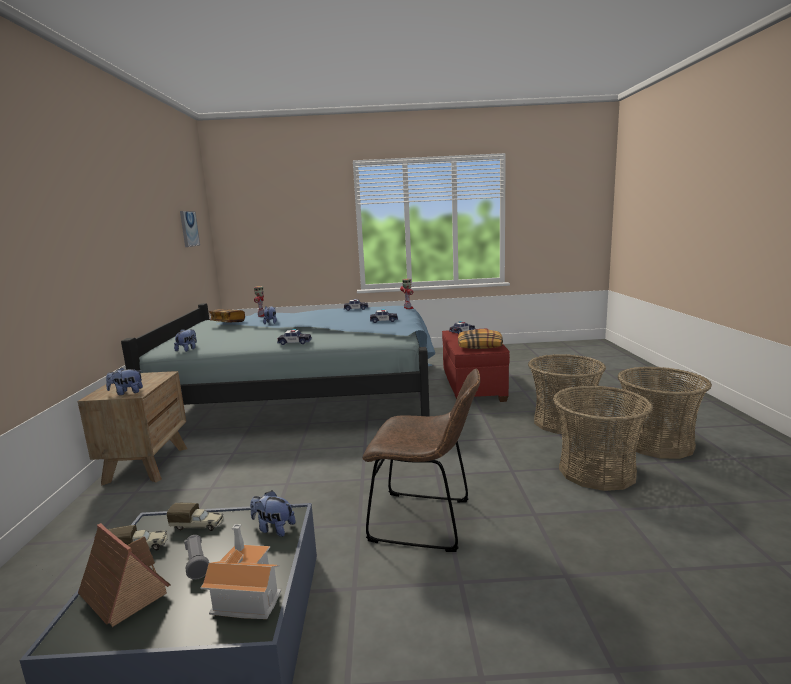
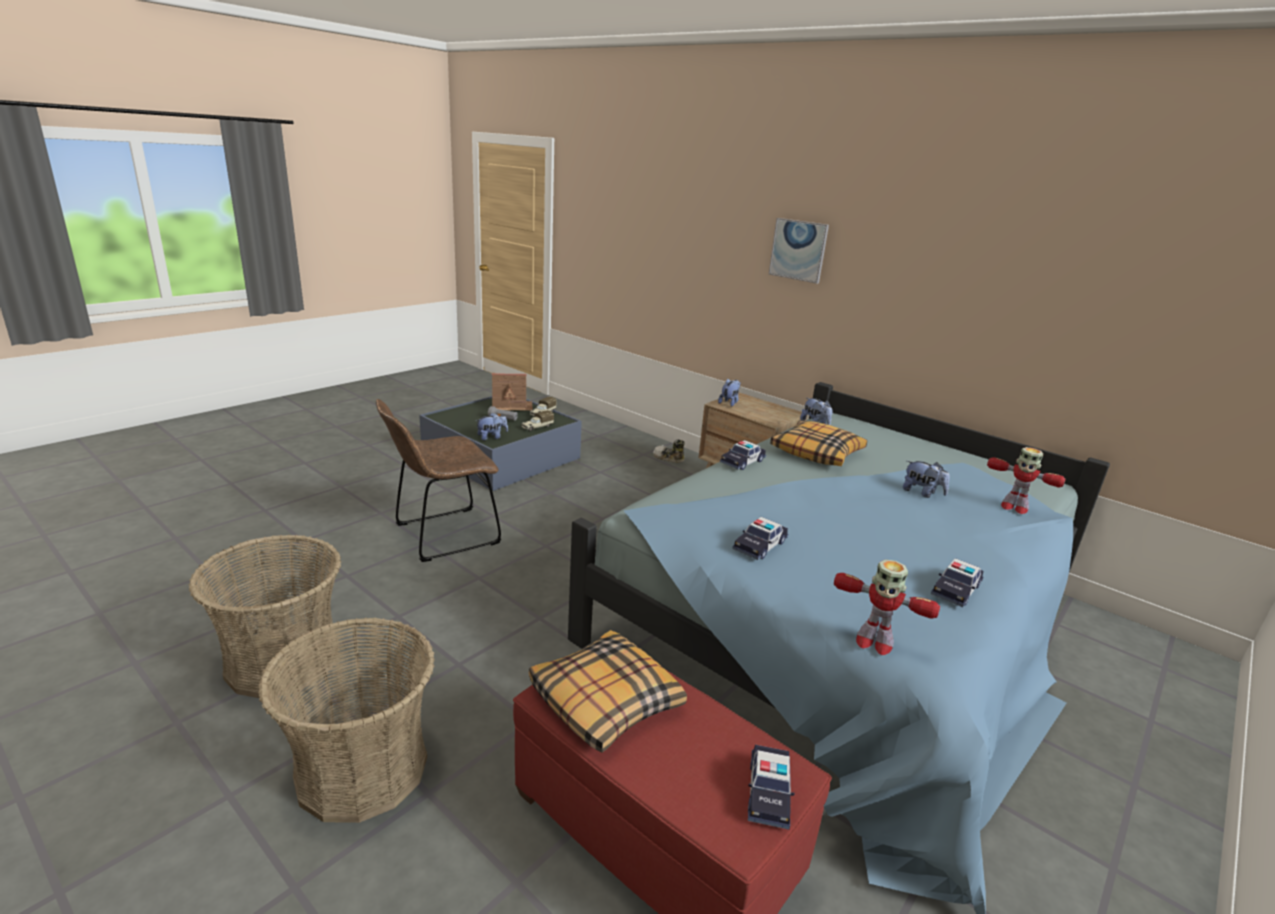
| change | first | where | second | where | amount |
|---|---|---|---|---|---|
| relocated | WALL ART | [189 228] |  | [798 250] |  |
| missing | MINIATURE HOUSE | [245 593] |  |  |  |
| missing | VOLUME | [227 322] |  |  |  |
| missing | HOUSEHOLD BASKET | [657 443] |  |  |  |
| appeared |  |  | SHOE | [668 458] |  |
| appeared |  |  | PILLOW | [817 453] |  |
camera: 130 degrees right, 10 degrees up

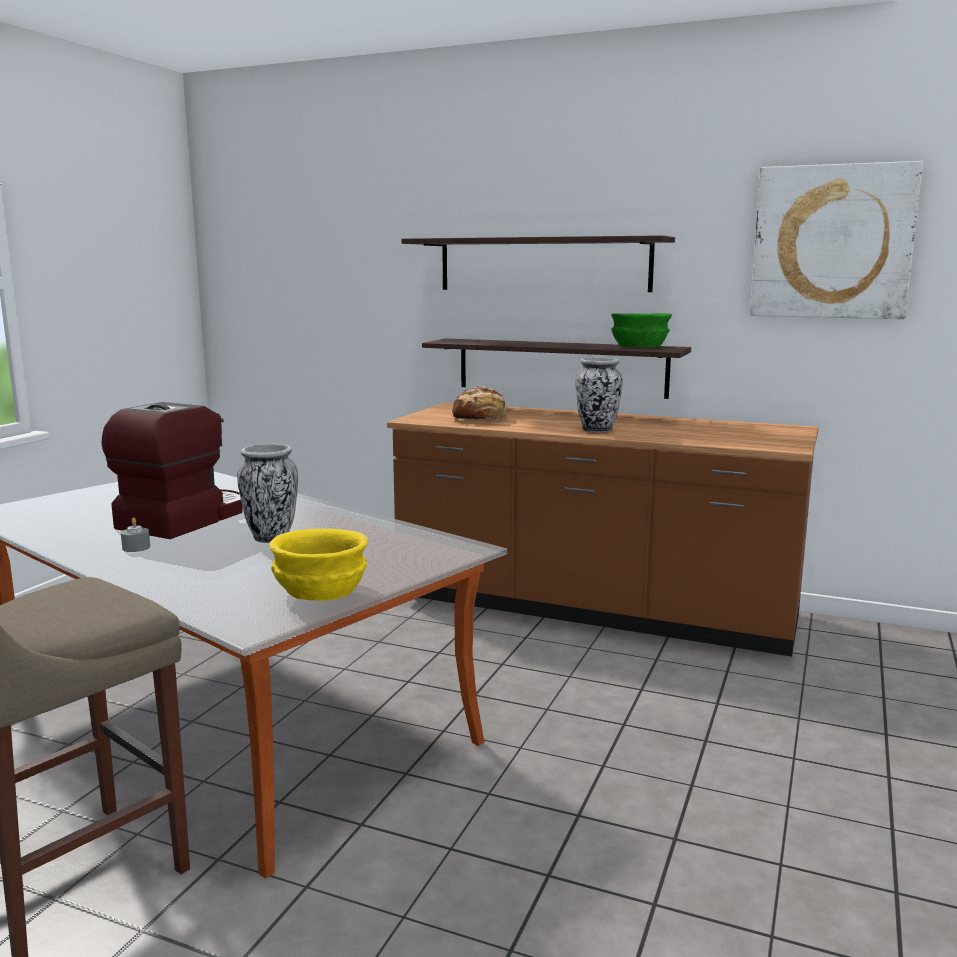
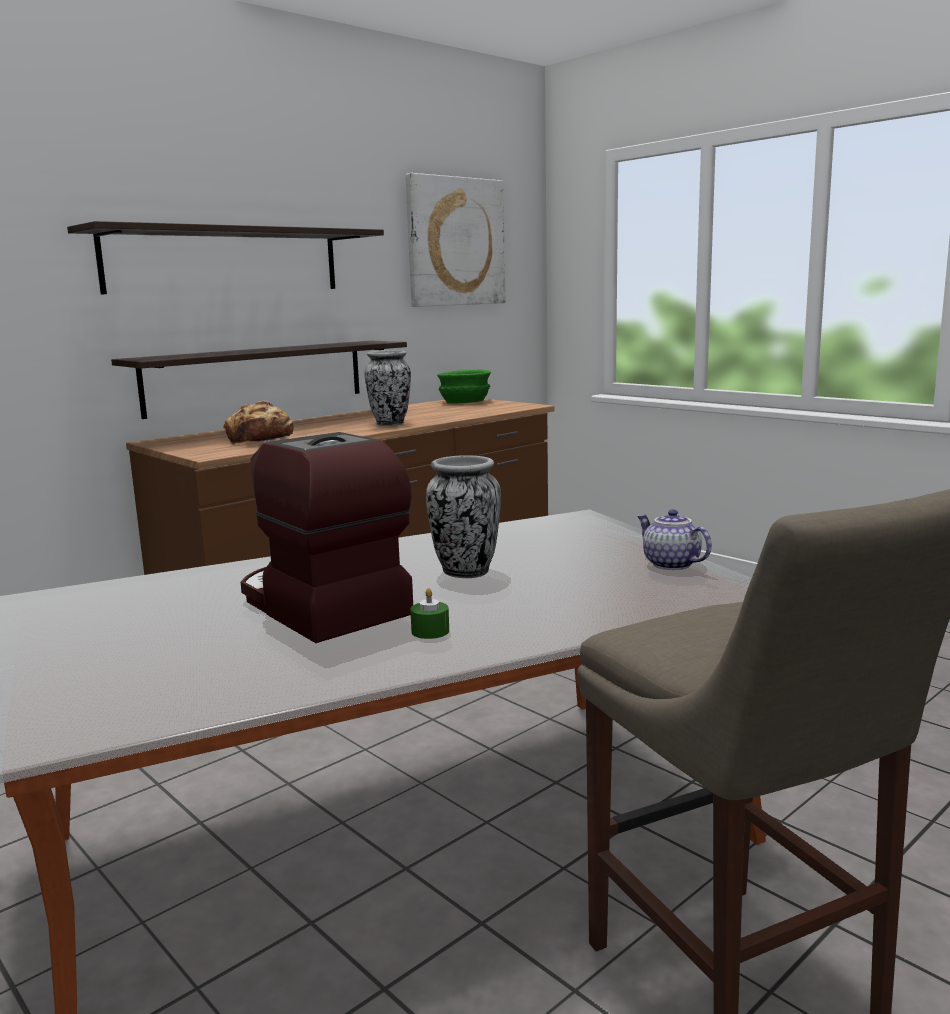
| change | first | where | second | where | amount |
|---|---|---|---|---|---|
| colour | GRAY CANDLE | [136 547] | GREEN-COLOURED CANDLE | [430 631] |  |
| exchanged | YELLOW-COLOURED SERVING BOWL | [319 591] | POT FOR TEA | [670 564] |  |
| relocated | GREEN-COLOURED SERVING BOWL | [638 347] |  | [464 402] |  |
camera: 65 degrees left, 0 degrees up

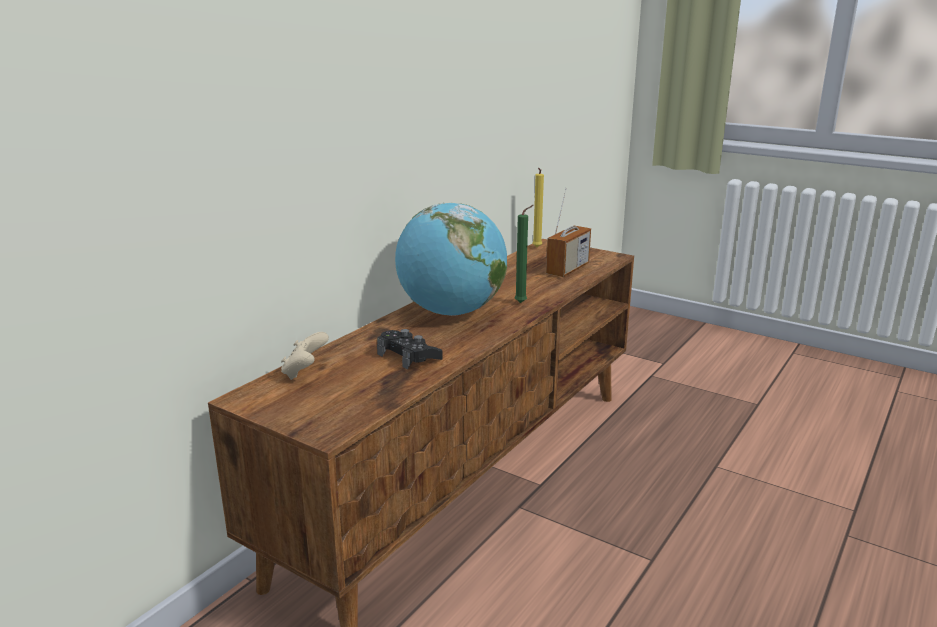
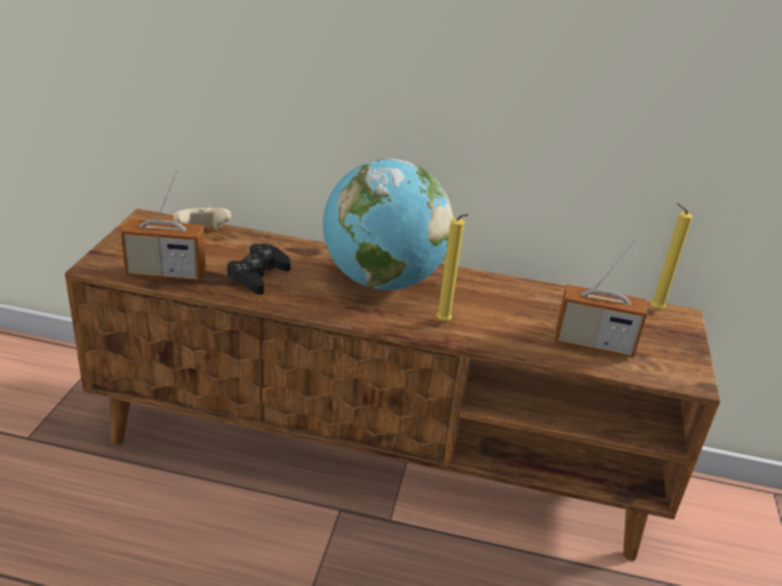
| change | first | where | second | where | amount |
|---|---|---|---|---|---|
| colour | GREEN-COLOURED CANDLE | [522 303] | YELLOW-COLOURED CANDLE | [444 323] |  |
| appeared |  |  | RADIO | [166 273] |  |
camera: 65 degrees right, 10 degrees up

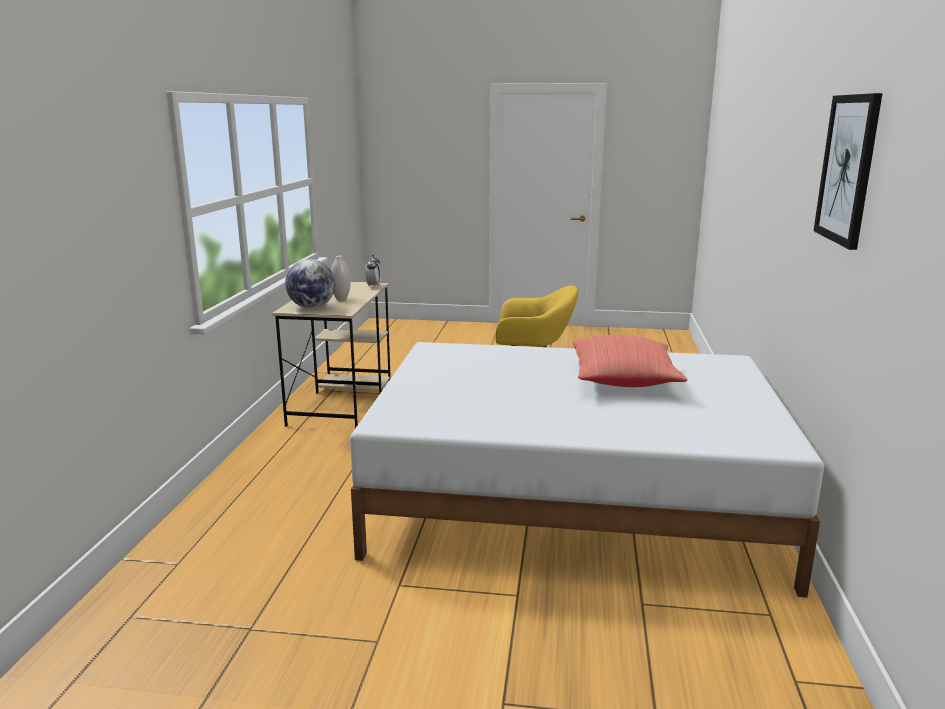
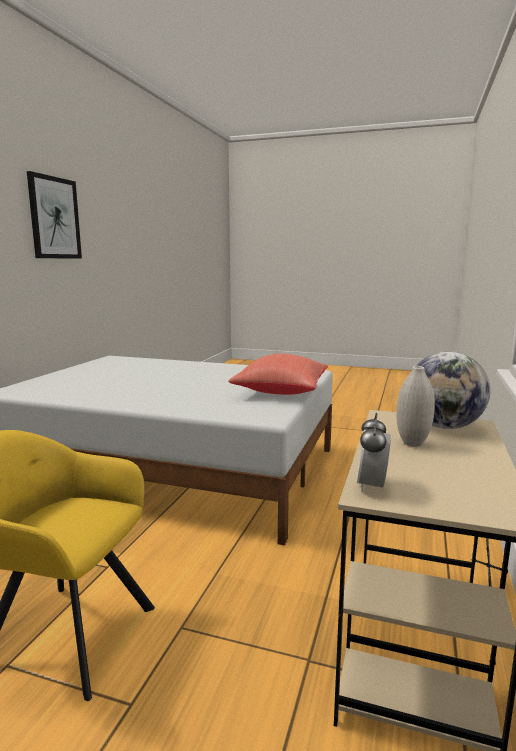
| change | first | where | second | where | amount |
|---|---|---|---|---|---|
| relocated | RED PILLOW | [624 381] |  | [280 392] |  |
camera: 170 degrees left, 5 degrees down

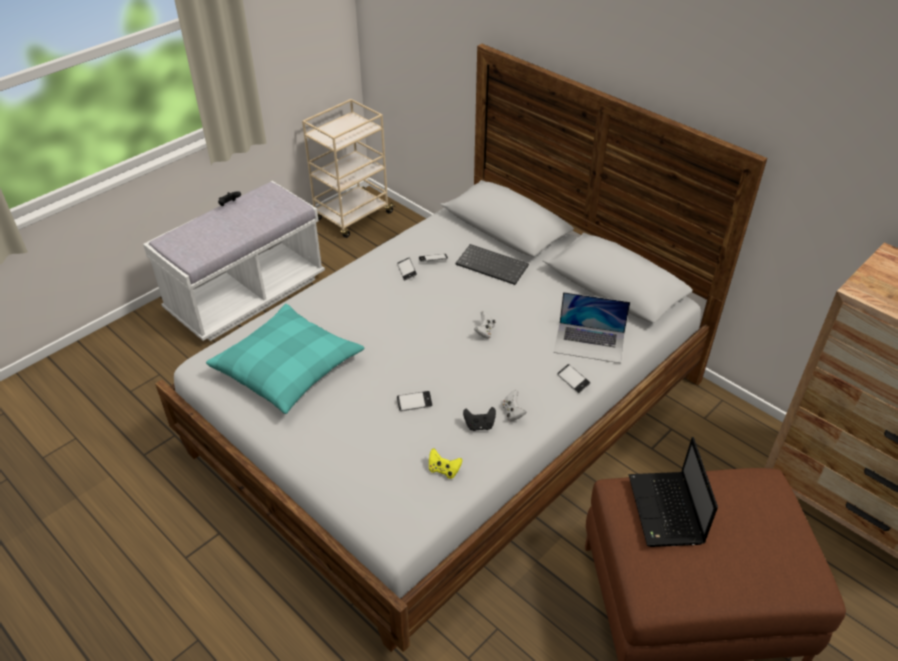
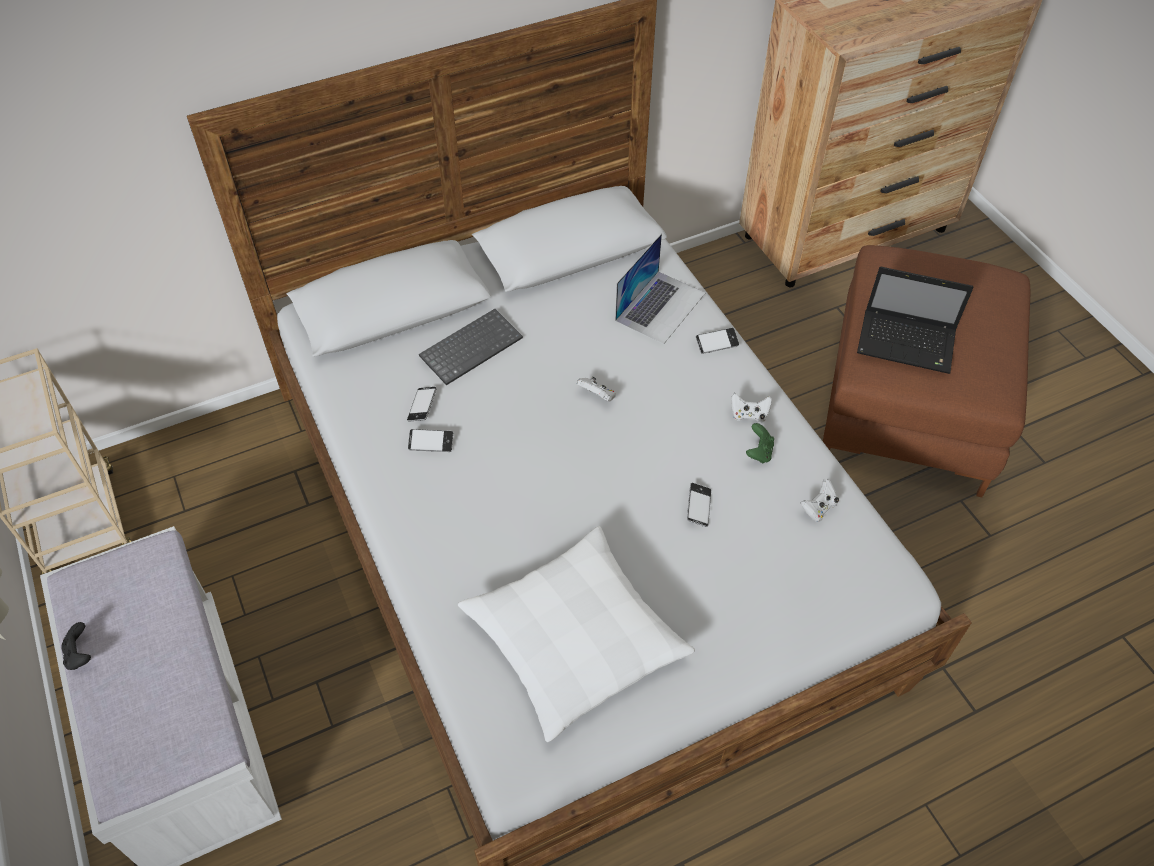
| change | first | where | second | where | amount |
|---|---|---|---|---|---|
| colour | TURQUOISE PILLOW | [288 367] | WHITISH PILLOW | [574 639] |  |
| colour | YELLOW-COLOURED JOYPAD | [444 470] | WHITISH JOYPAD | [818 508] |  |
| colour | BLACK-COLOURED JOYPAD | [479 425] | GREEN-COLOURED JOYPAD | [759 452] |  |
camera: 70 degrees left, 10 degrees up

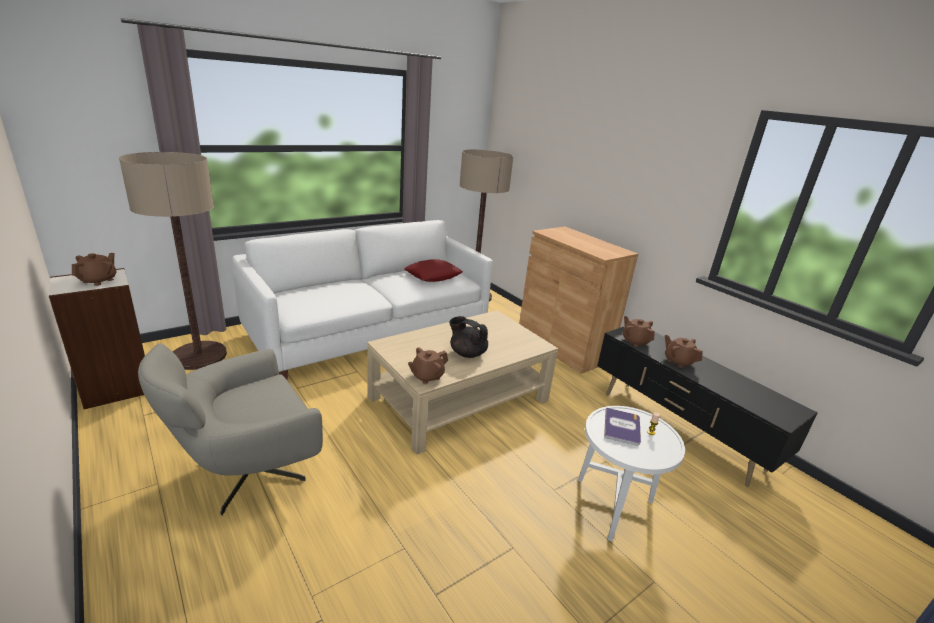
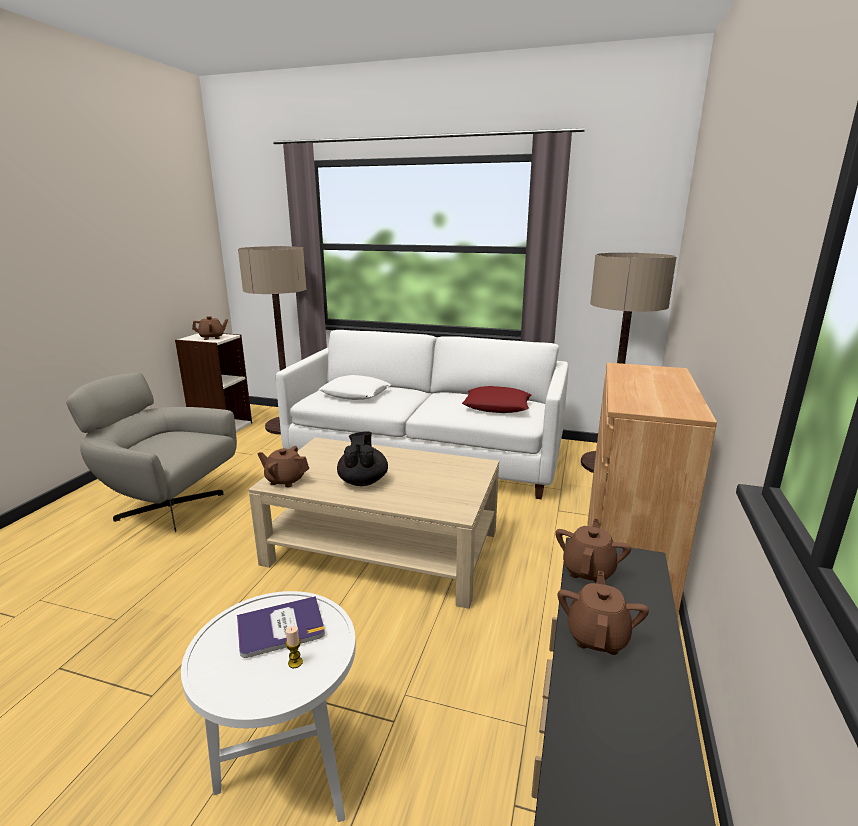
| change | first | where | second | where | amount |
|---|---|---|---|---|---|
| appeared |  |  | WHITISH PILLOW | [355 394] |  |
camera: 55 degrees right, 5 degrees down

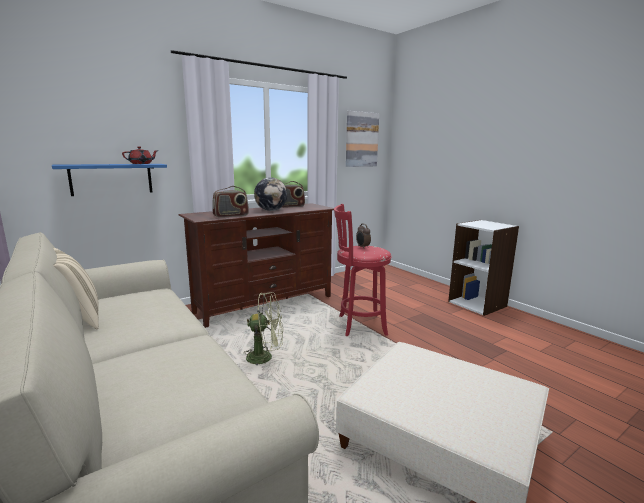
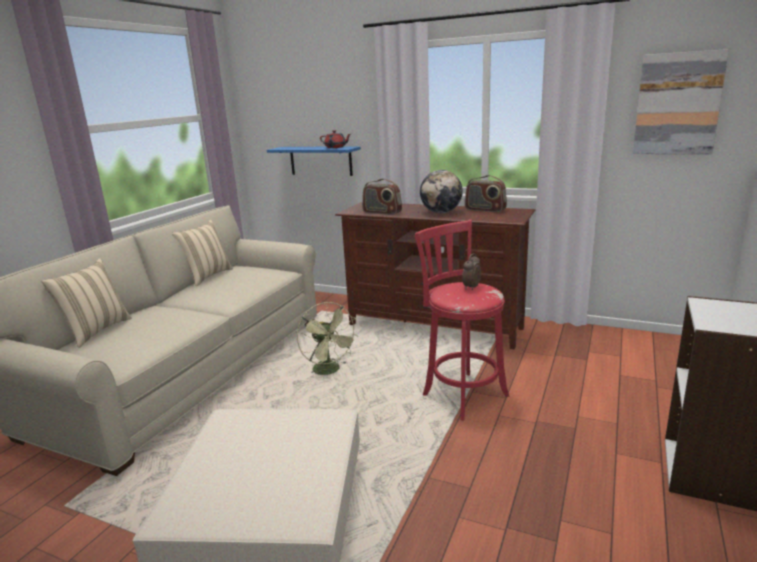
| change | first | where | second | where | amount |
|---|---|---|---|---|---|
| appeared |  |  | BEIGE-COLOURED PILLOW | [96 331] |  |
camera: 60 degrees right, 5 degrees up

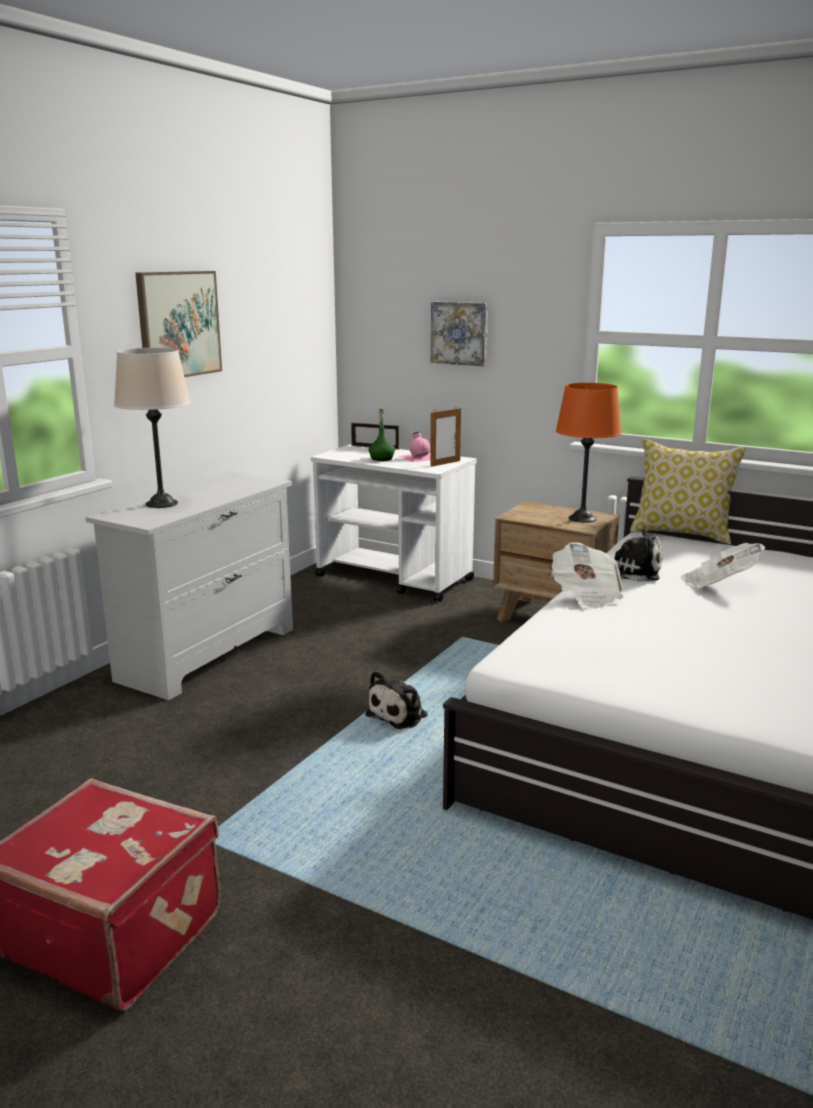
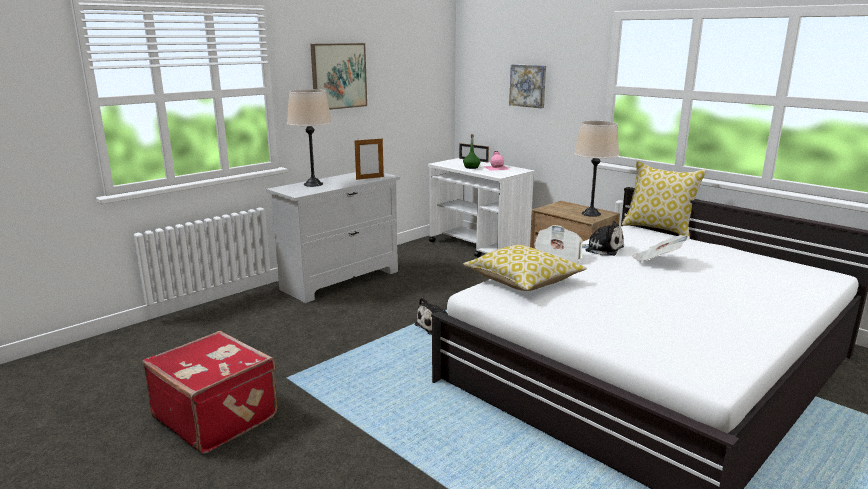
| change | first | where | second | where | amount |
|---|---|---|---|---|---|
| relocated | STANDING FRAME | [445 463] |  | [369 178] |  |
| colour | ORANGE-COLOURED TABLETOP LAMP | [582 518] | BEIGE-COLOURED TABLETOP LAMP | [591 213] |  |
| appeared |  |  | PILLOW | [523 281] |  |
camera: 15 degrees right, 0 degrees up

